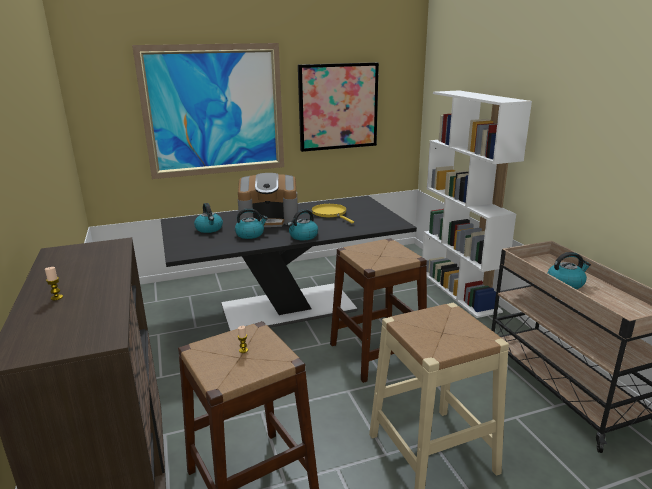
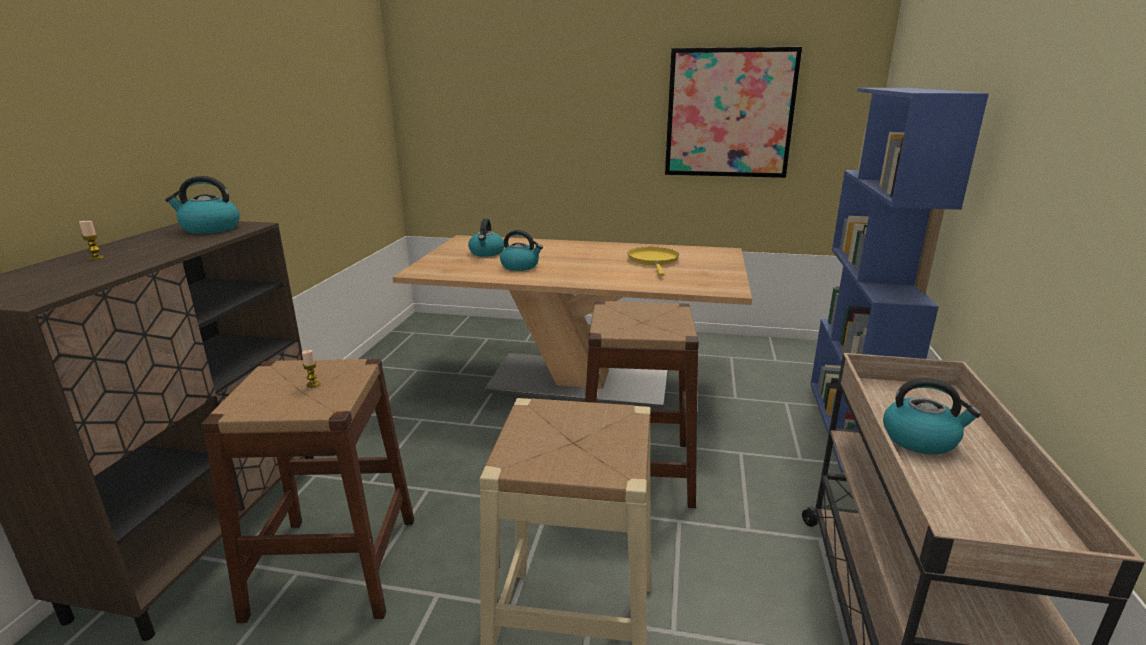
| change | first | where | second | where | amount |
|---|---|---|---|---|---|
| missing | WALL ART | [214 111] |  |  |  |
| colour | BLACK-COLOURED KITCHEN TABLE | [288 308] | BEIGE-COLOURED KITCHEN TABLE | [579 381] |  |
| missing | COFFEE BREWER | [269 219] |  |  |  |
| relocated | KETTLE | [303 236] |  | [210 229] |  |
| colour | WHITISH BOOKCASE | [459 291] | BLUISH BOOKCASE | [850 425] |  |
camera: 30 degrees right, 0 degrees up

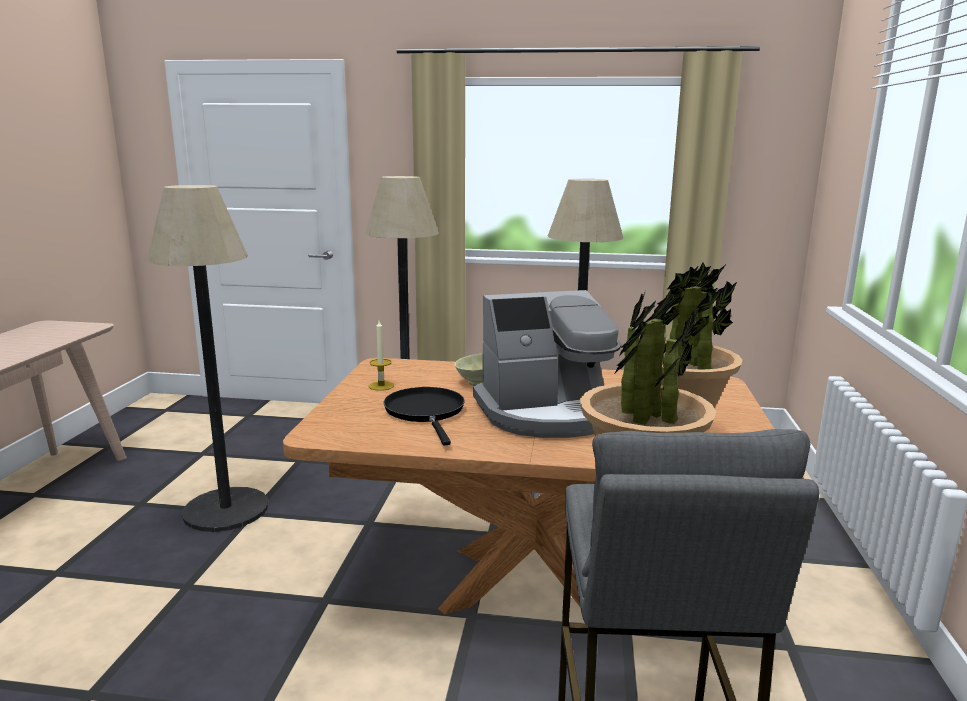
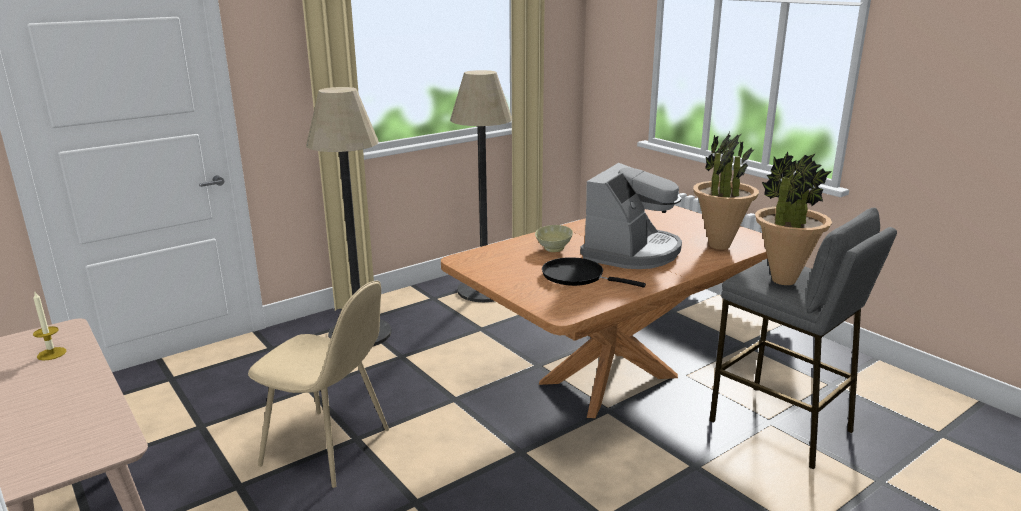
| change | first | where | second | where | amount |
|---|---|---|---|---|---|
| exchanged | STANDARD LAMP | [226 510] | BEIGE-COLOURED PLAIN CHAIR | [329 448] |  |
| relocated | CANDLE | [381 386] |  | [51 354] |  |
camera: 45 degrees left, 5 degrees up

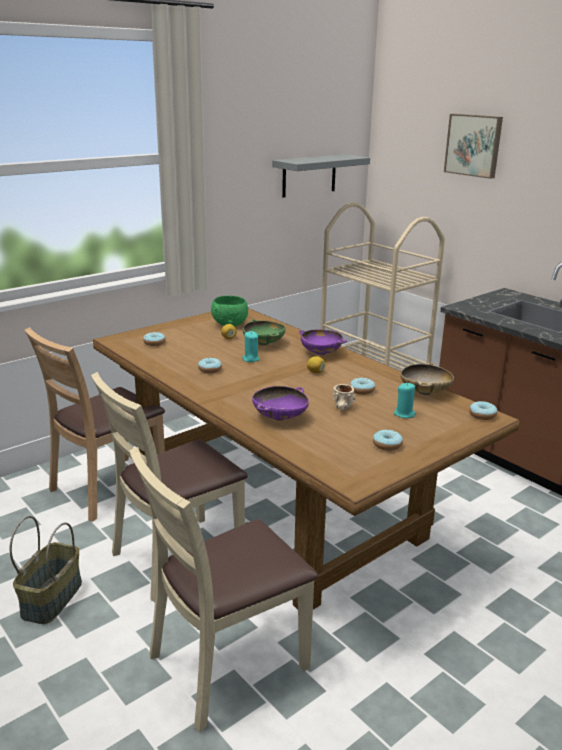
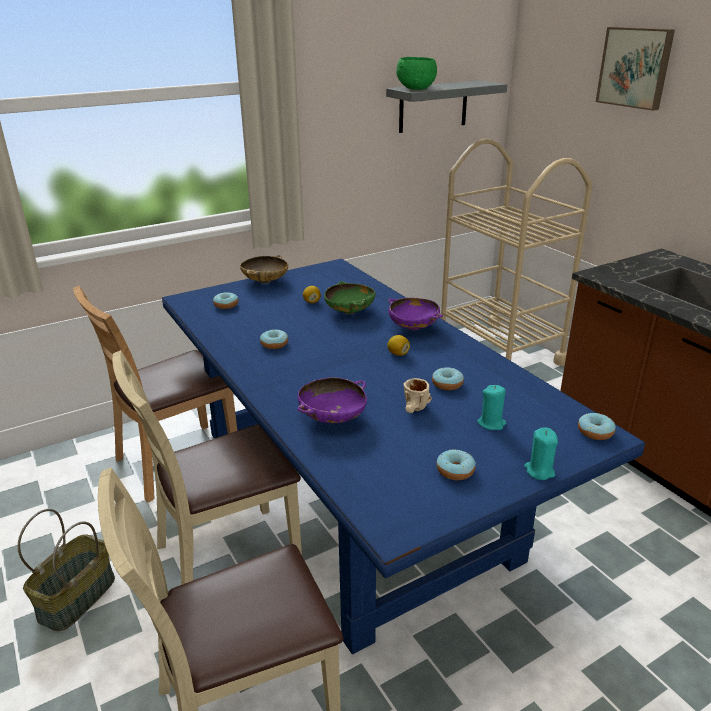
| change | first | where | second | where | amount |
|---|---|---|---|---|---|
| colour | BROWN KITCHEN TABLE | [276 506] | BLUISH KITCHEN TABLE | [354 500] |  |
| relocated | GREEN-COLOURED SERVING BOWL | [230 324] |  | [416 88] |  |
| relocated | TURQUOISE CANDLE | [250 359] |  | [539 471] |  |
| relocated | BEIGE-COLOURED SERVING BOWL | [425 392] |  | [265 281] |  |
camera: 10 degrees right, 5 degrees up

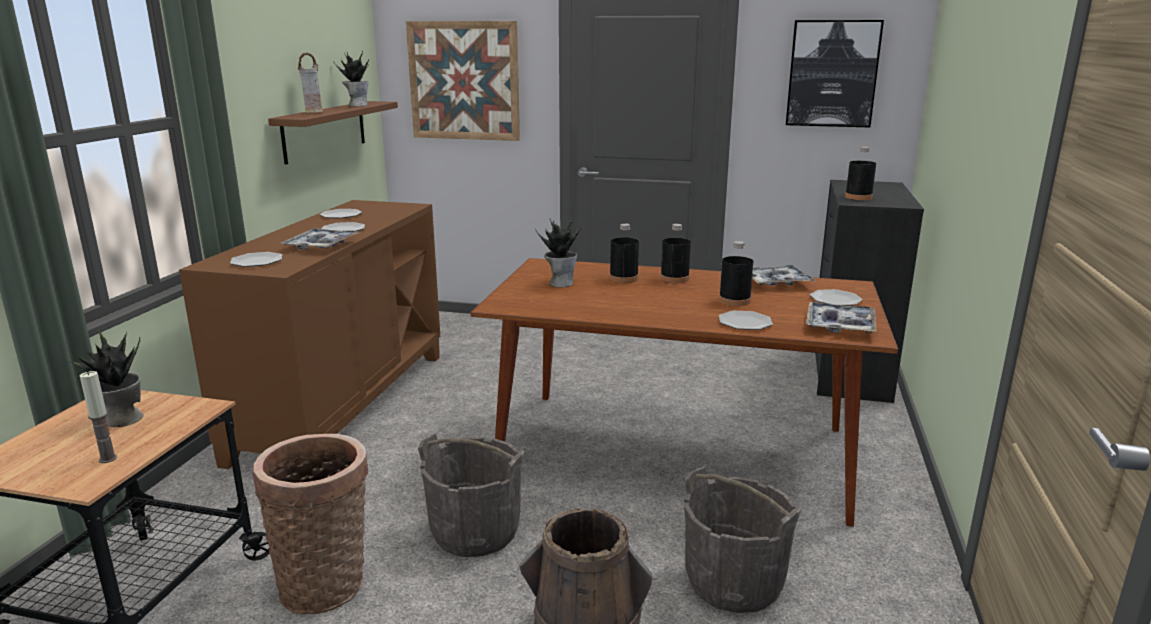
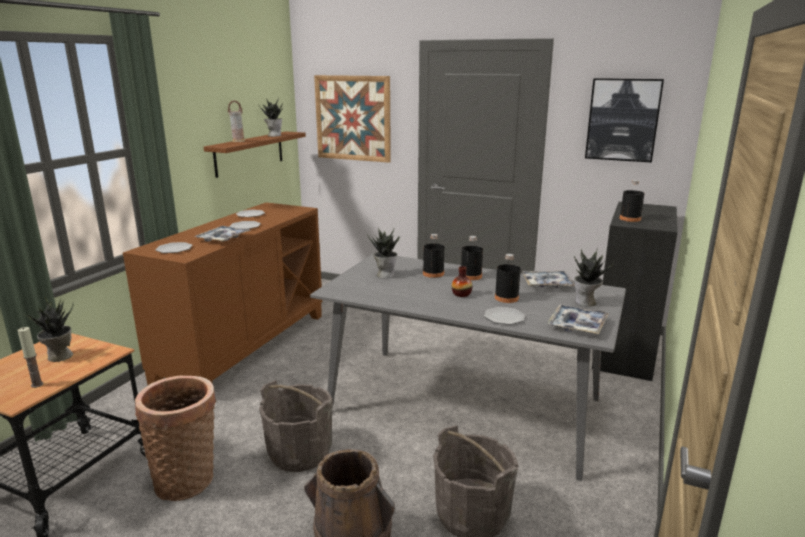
| change | first | where | second | where | amount |
|---|---|---|---|---|---|
| colour | BROWN KITCHEN TABLE | [674 452] | GRAY KITCHEN TABLE | [464 406] |  |
| exchanged | PLATE | [835 300] | PLANT IN A POT | [586 303] |  |
| appeared |  |  | VASE | [461 294] |  |
camera: 10 degrees right, 0 degrees up

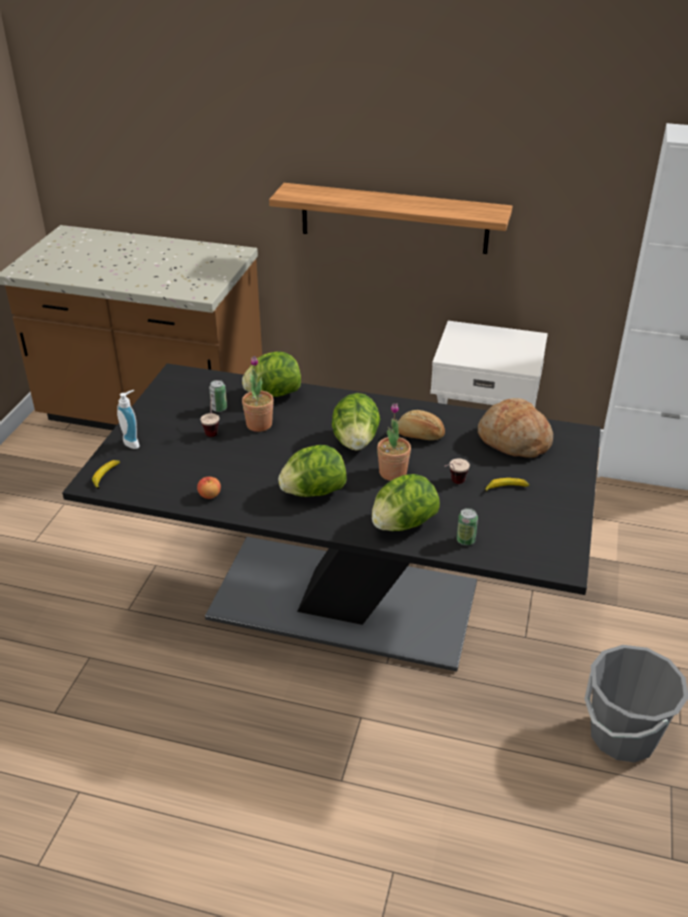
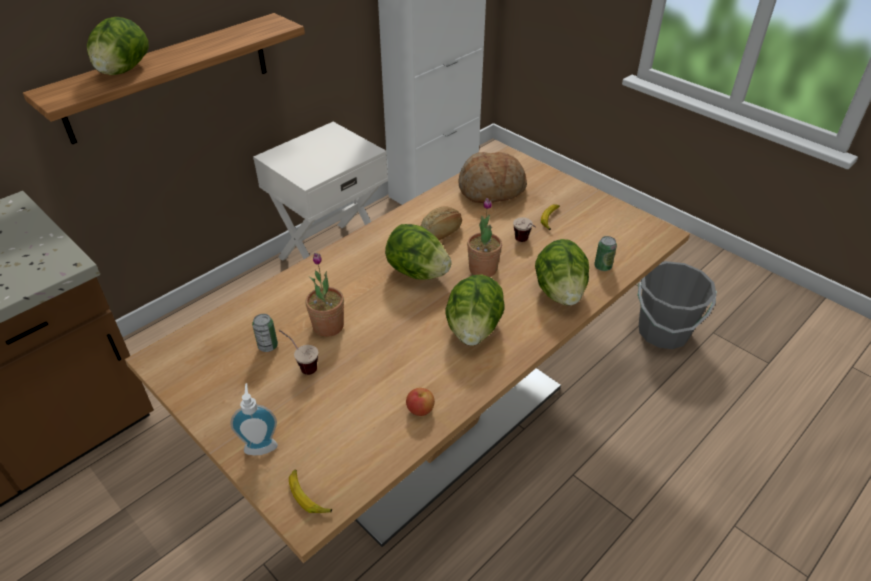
| change | first | where | second | where | amount |
|---|---|---|---|---|---|
| colour | BLACK-COLOURED KITCHEN TABLE | [343 602] | BEIGE-COLOURED KITCHEN TABLE | [435 425] |  |
| relocated | HEAD OF LETTUCE | [273 394] |  | [123 71] |  |
camera: 60 degrees left, 5 degrees up

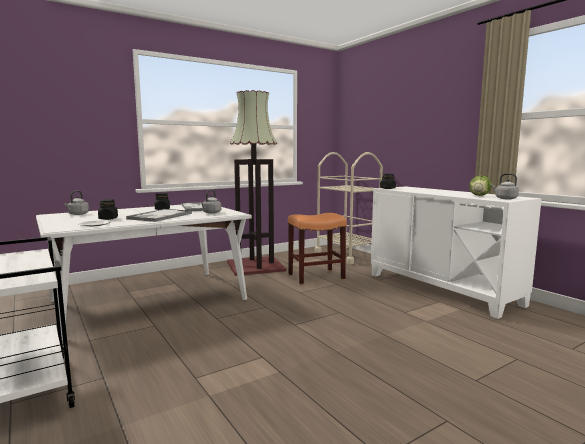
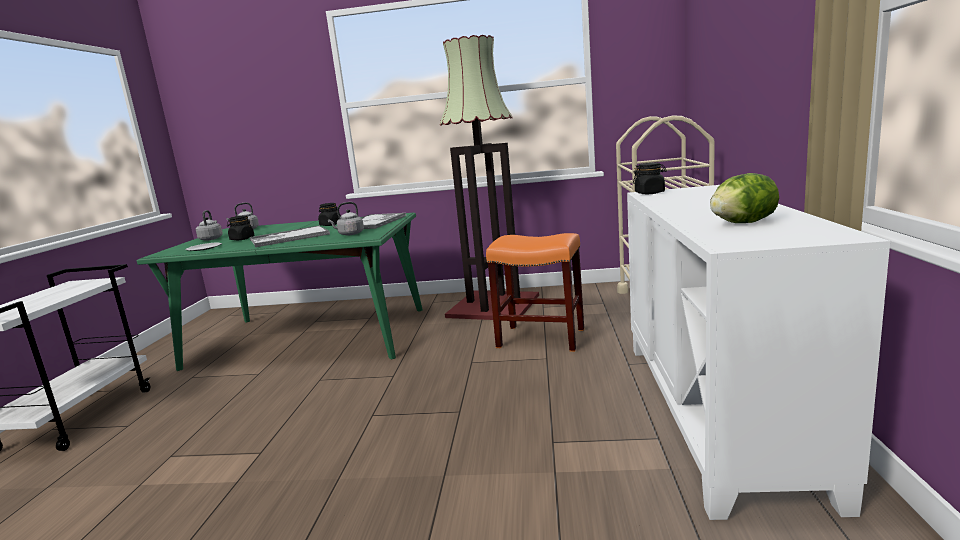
| change | first | where | second | where | amount |
|---|---|---|---|---|---|
| colour | WHITISH KITCHEN TABLE | [148 300] | GREEN-COLOURED KITCHEN TABLE | [309 338] |  |
| relocated | GRAY KETTLE | [504 198] |  | [211 239] |  |
camera: 40 degrees right, 5 degrees up

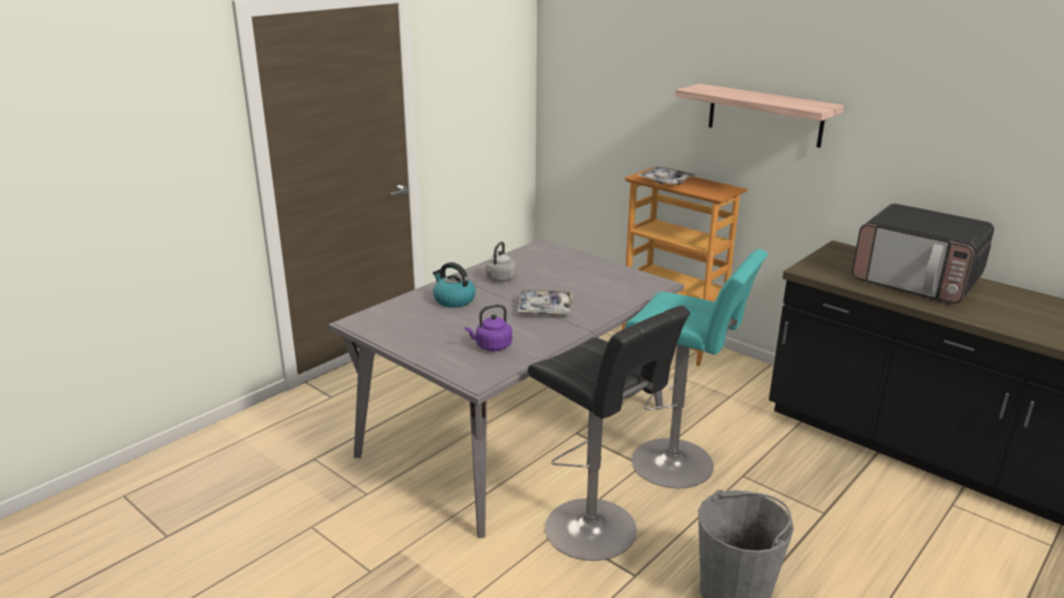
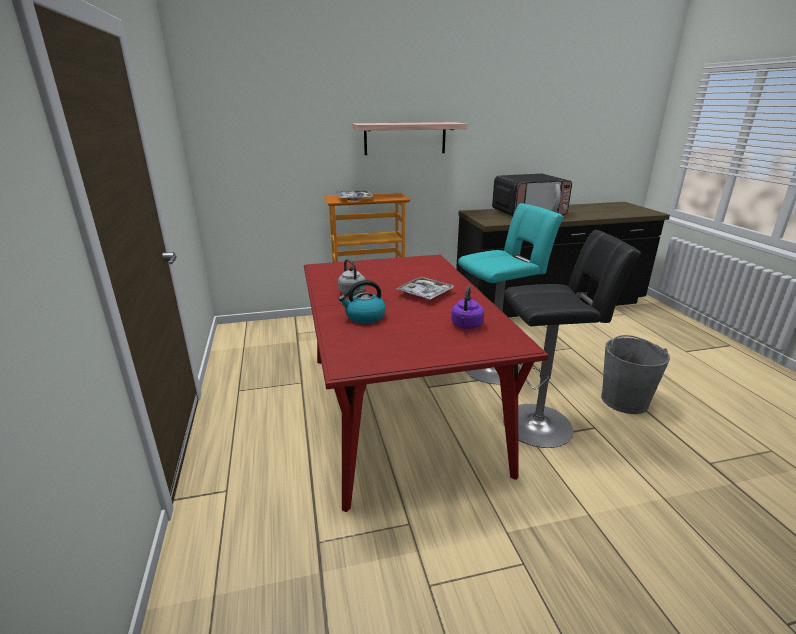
| change | first | where | second | where | amount |
|---|---|---|---|---|---|
| colour | GRAY KITCHEN TABLE | [516 430] | RED KITCHEN TABLE | [398 408] |  |
camera: 55 degrees left, 0 degrees up

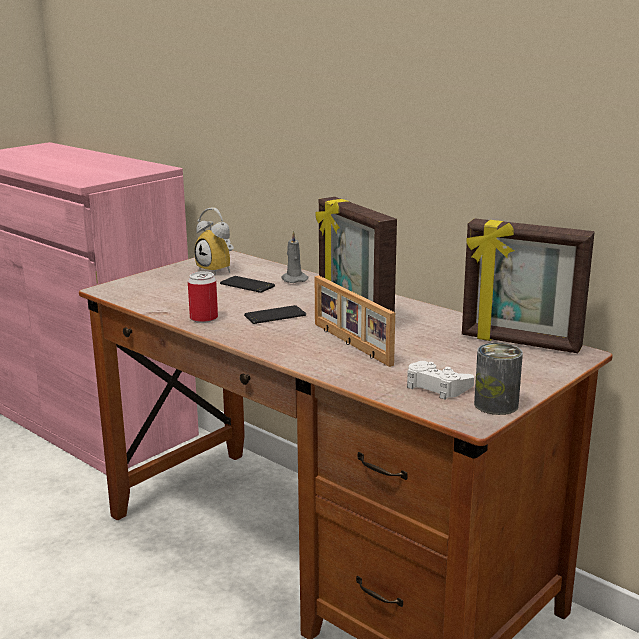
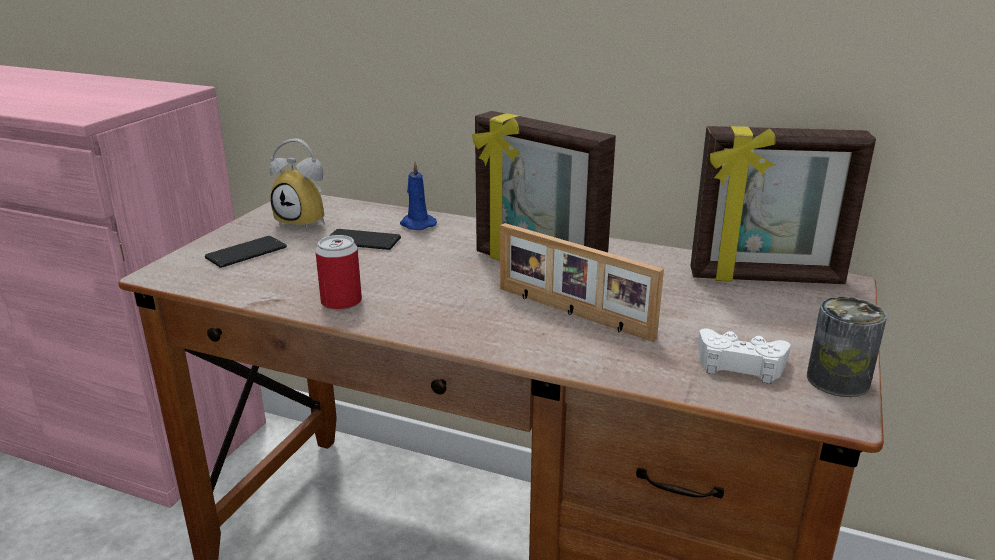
| change | first | where | second | where | amount |
|---|---|---|---|---|---|
| relocated | HANDSET | [275 316] |  | [246 253] |  |
| colour | GRAY CANDLE | [293 279] | BLUISH CANDLE | [416 224] |  |
camera: 20 degrees left, 5 degrees up

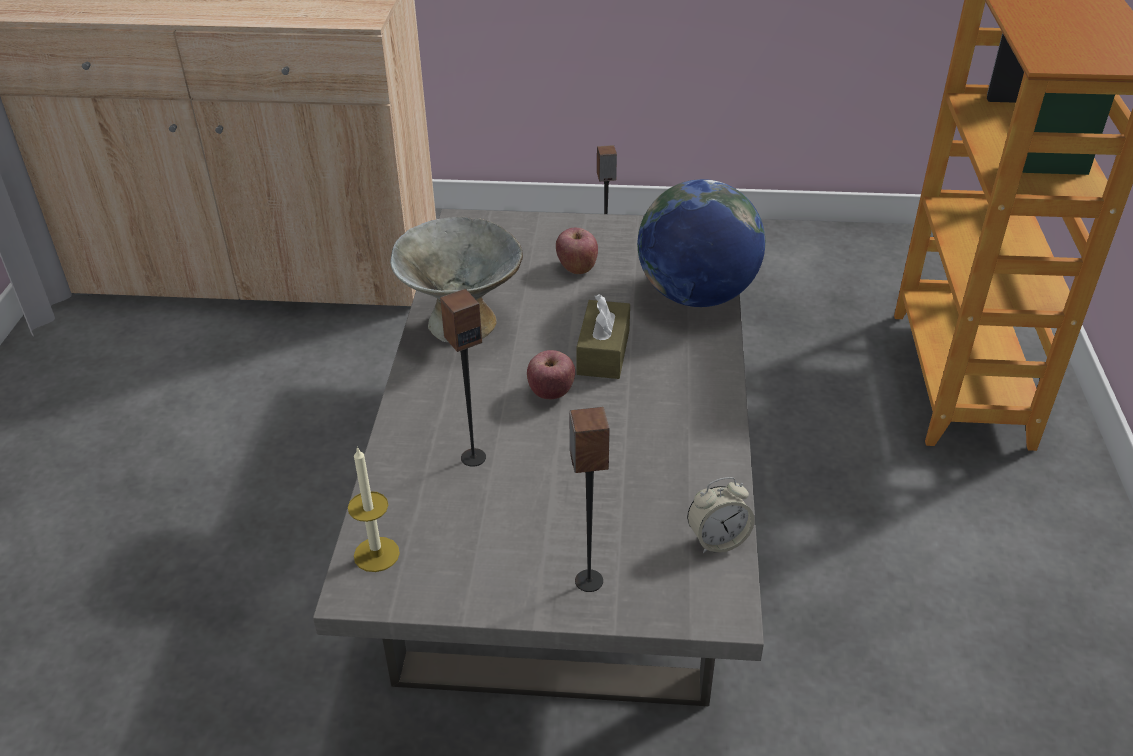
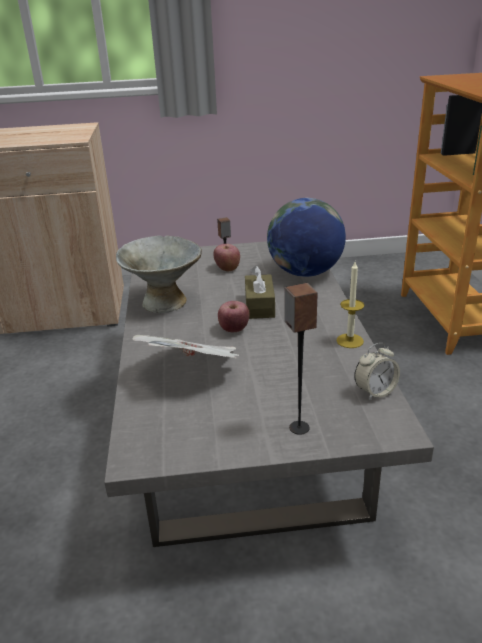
| change | first | where | second | where | amount |
|---|---|---|---|---|---|
| relocated | CANDLE | [376 554] |  | [350 341] |  |
| exchanged | AUDIO SPEAKER | [473 457] | NEWSPAPER | [194 369] |  |
camera: 10 degrees left, 10 degrees down

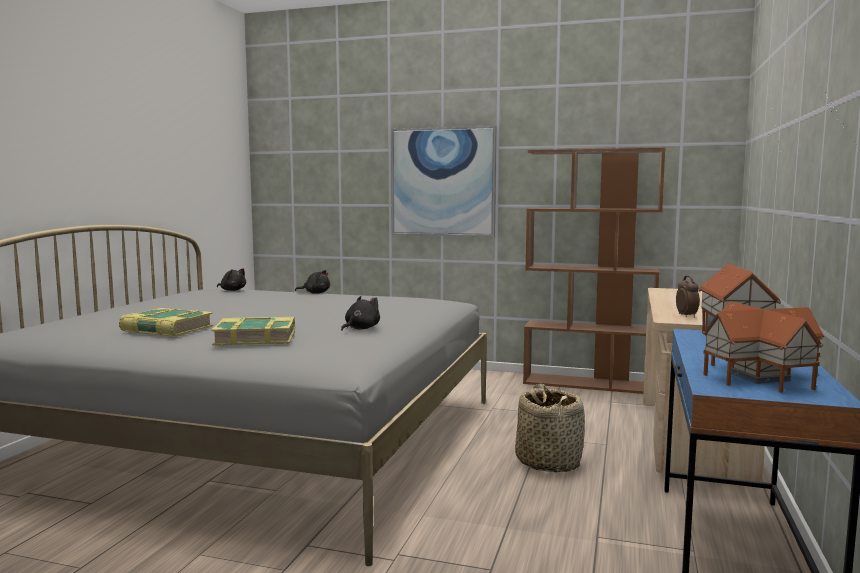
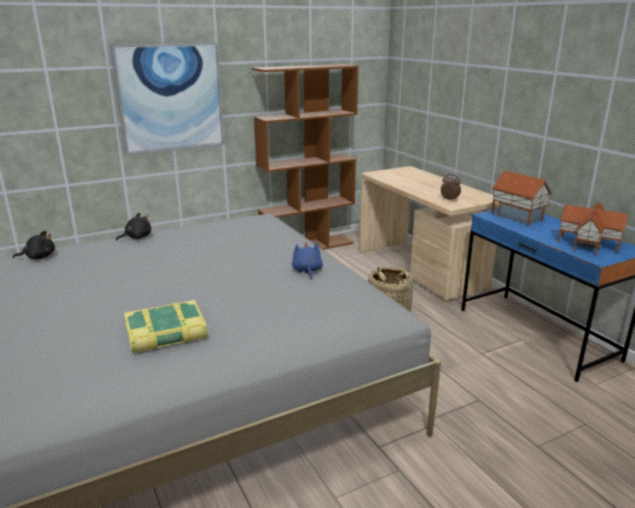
| change | first | where | second | where | amount |
|---|---|---|---|---|---|
| missing | VOLUME | [255 338] |  |  |  |
| colour | BLACK-COLOURED CUDDLY TOY | [360 328] | BLUISH CUDDLY TOY | [307 271] |  |
camera: 45 degrees left, 15 degrees up

